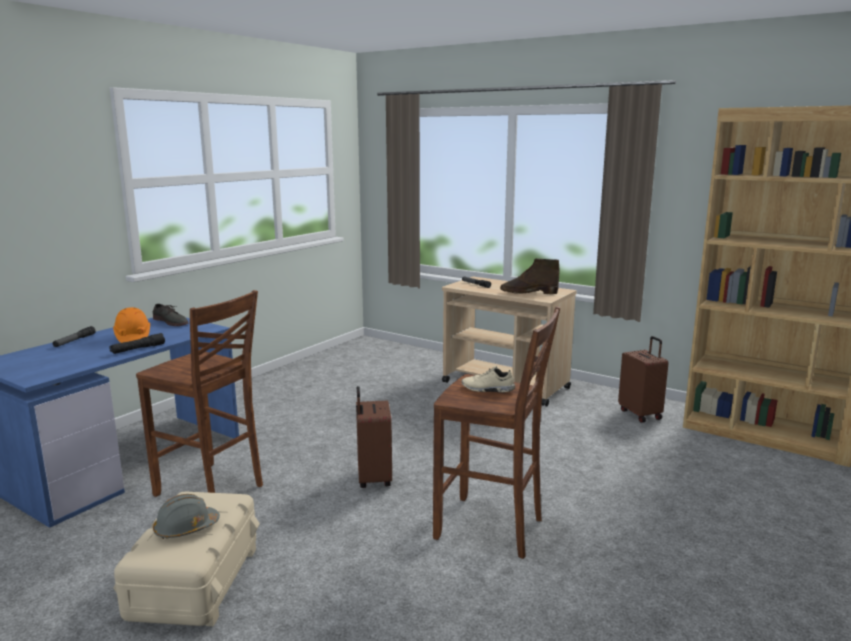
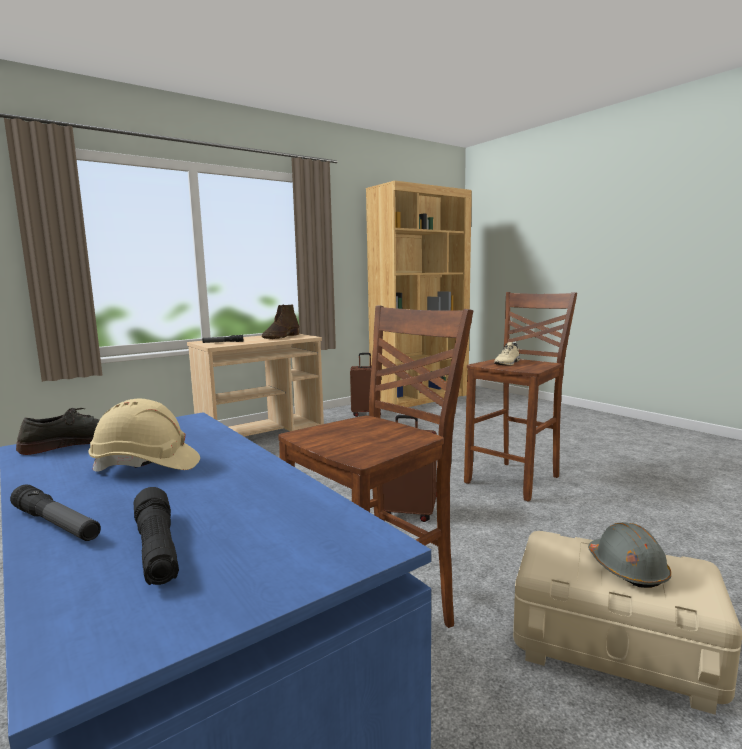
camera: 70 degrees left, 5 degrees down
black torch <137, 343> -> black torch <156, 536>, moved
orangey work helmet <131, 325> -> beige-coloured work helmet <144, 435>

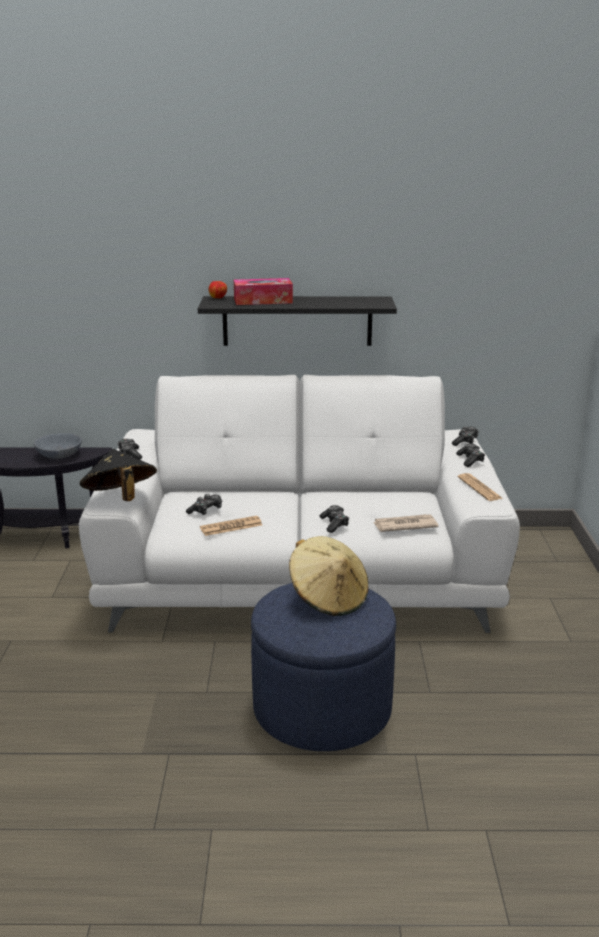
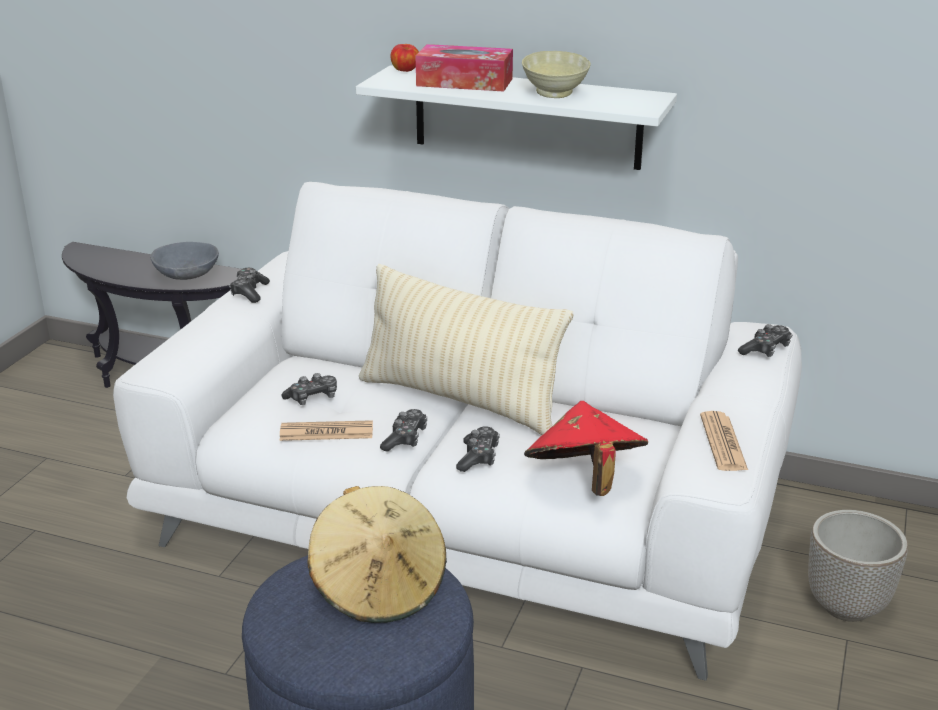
camera: 20 degrees right, 5 degrees up
black wearable hat <118, 475> -> none
none -> beige-coloured cushion <466, 349>
none -> beige-coloured deep dish <556, 74>
none -> planter <858, 566>
game controller <470, 455> -> game controller <403, 430>, moved
printed paper <406, 523> -> red-coloured wearable hat <586, 448>
black bracket shelf <297, 321> -> white bracket shelf <516, 117>

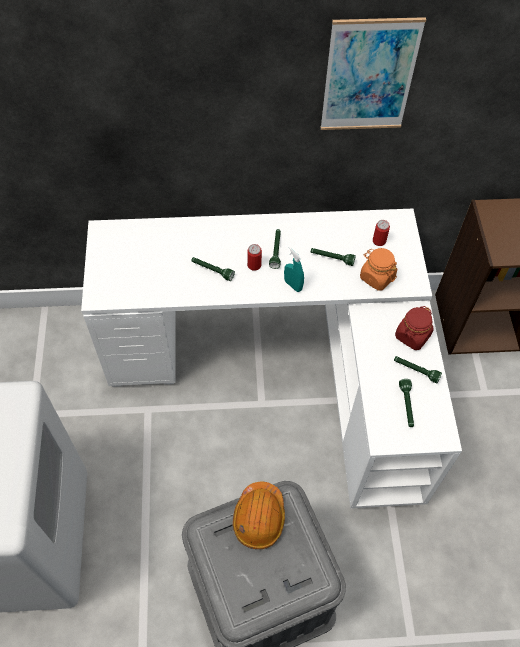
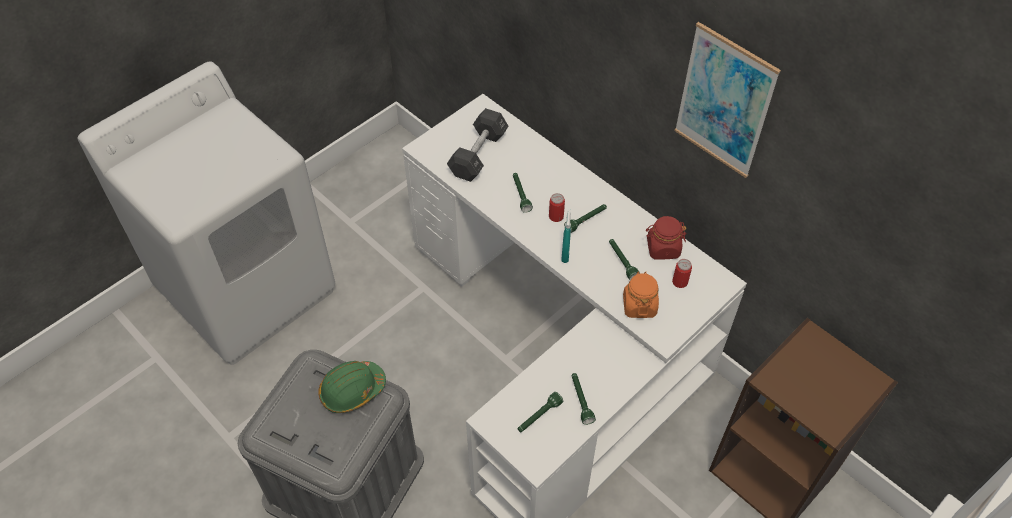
camera: 50 degrees right, 5 degrees down
none -> black hand weight <477, 145>
red-coloured jar <414, 328> -> red-coloured jar <666, 237>, moved
orangey work helmet <259, 515> -> green-coloured work helmet <352, 387>

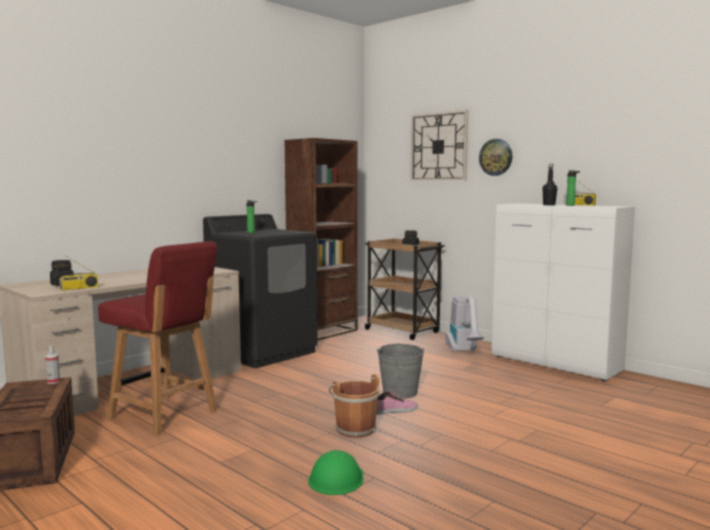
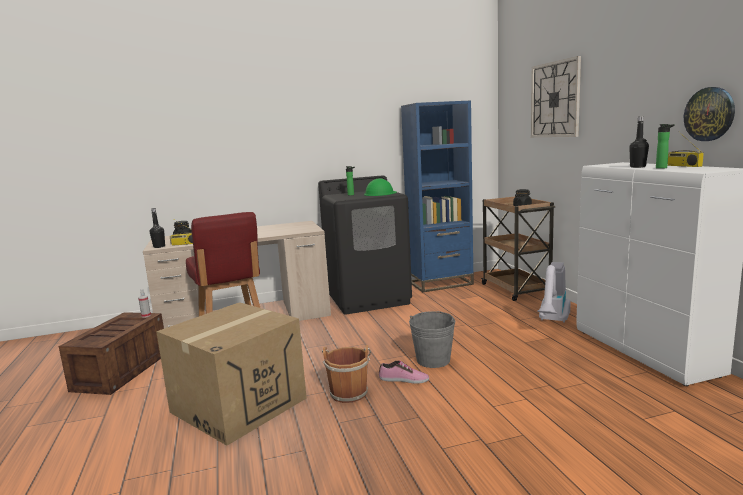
camera: 30 degrees right, 5 degrees up
none -> black drink bottle <157, 228>
none -> cardboard box <231, 374>
green-coloured work helmet <336, 472> -> green-coloured work helmet <380, 187>, moved
clock on the wall <495, 157> -> clock on the wall <709, 114>, moved
brown bookcase <321, 239> -> bluish bookcase <437, 196>

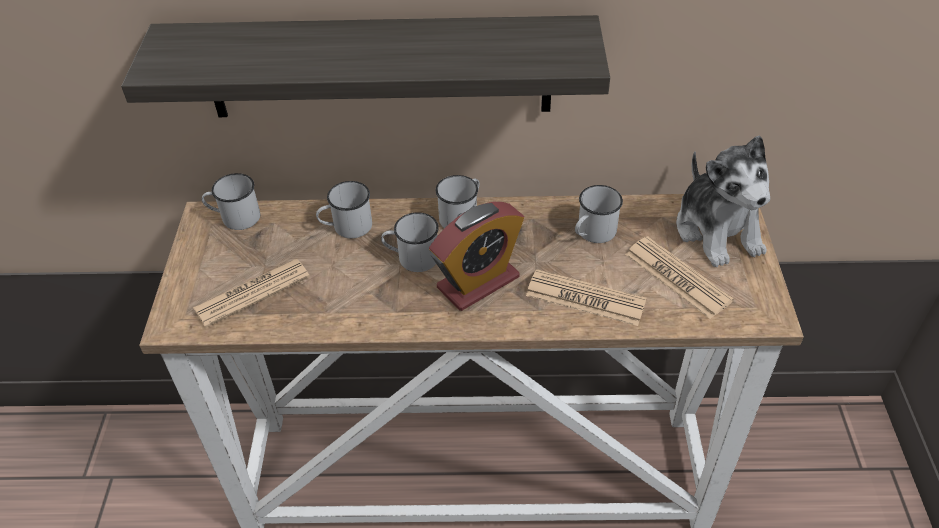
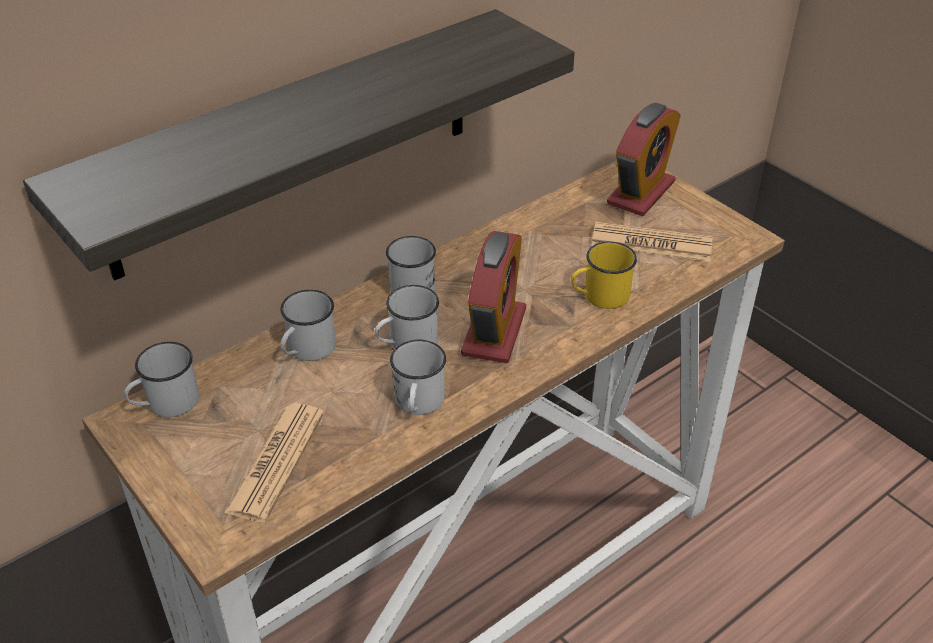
camera: 40 degrees left, 5 degrees down
white coffee mug <599, 214> -> white coffee mug <418, 377>, moved
printed paper <586, 297> -> yellow-coloured coffee mug <604, 275>
soft toy <723, 201> -> bedside clock <644, 159>

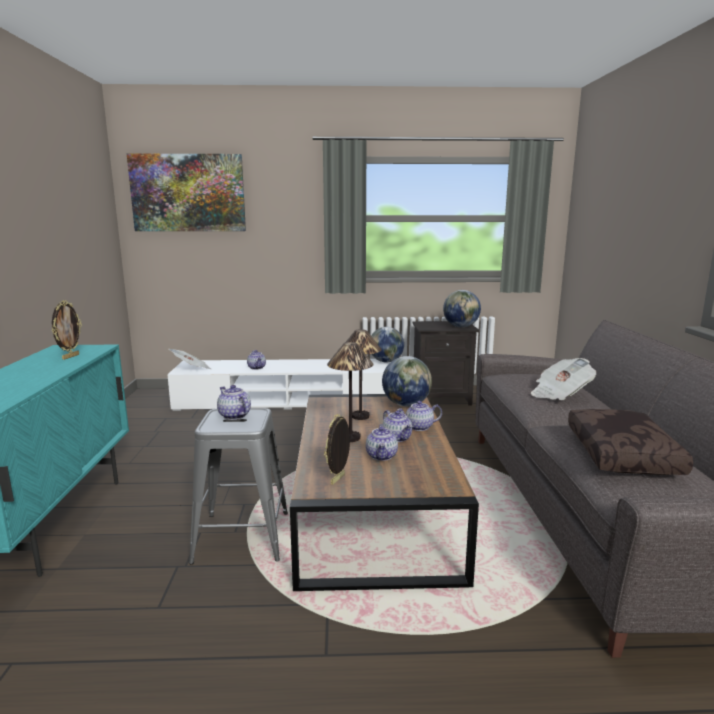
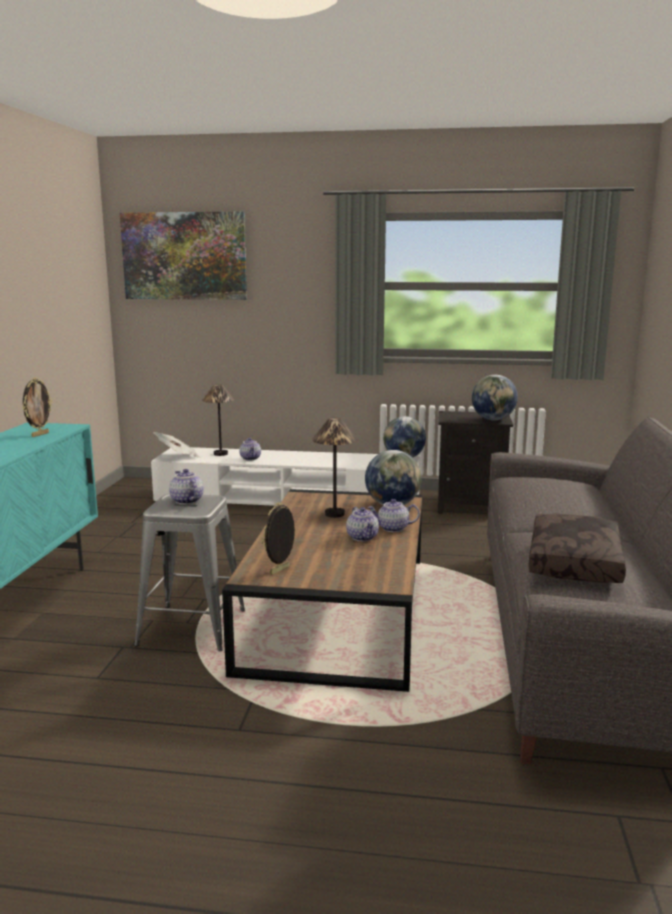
camera: 10 degrees right, 0 degrees up
teapot <382, 442> -> none
printed paper <563, 379> -> none
lamp for a table <350, 392> -> lamp for a table <218, 420>, moved

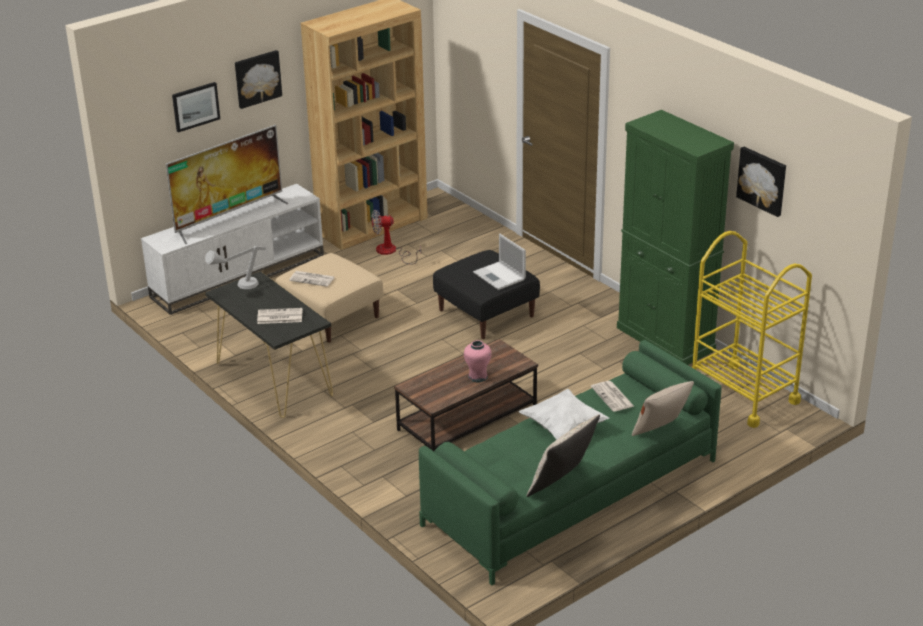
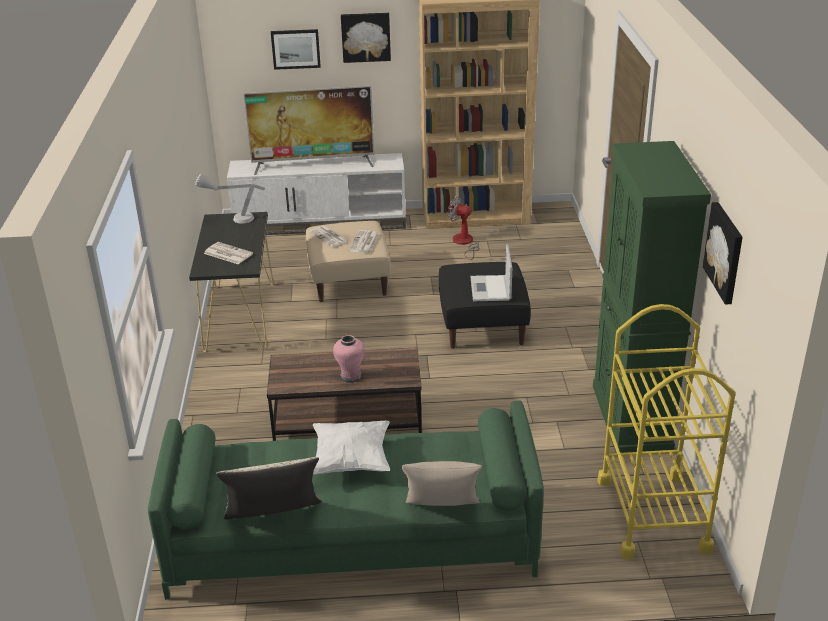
camera: 35 degrees right, 0 degrees up
printed paper <613, 396> -> printed paper <364, 241>, moved

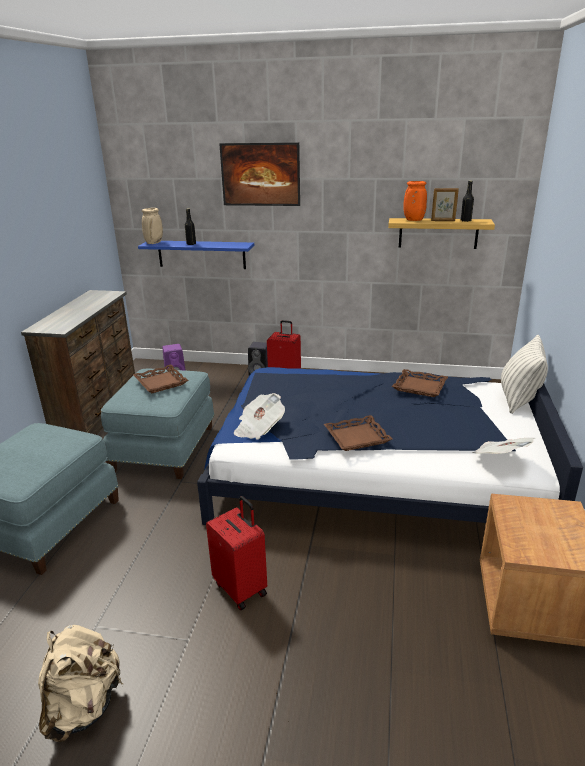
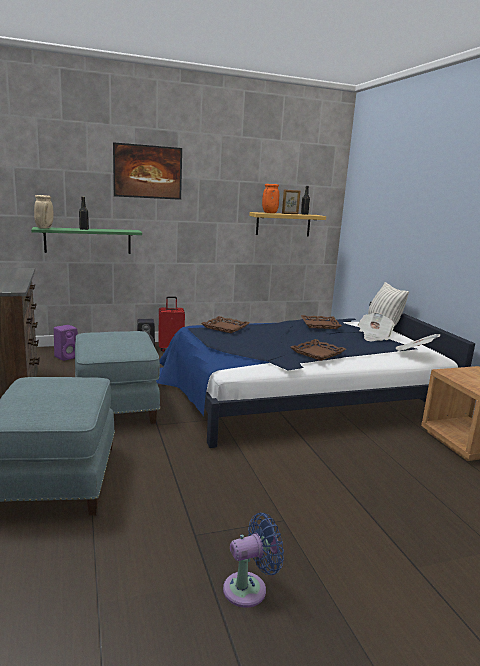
camera: 30 degrees left, 10 degrees down
red-coloured piece of luggage <236, 553> -> none
brown serving tray <160, 378> -> brown serving tray <225, 324>, moved
printed paper <259, 416> -> printed paper <376, 326>, moved
beige-coloured backpack <80, 683> -> bluish fan <253, 560>
bluish bracket shelf <196, 255> -> green-coloured bracket shelf <86, 240>

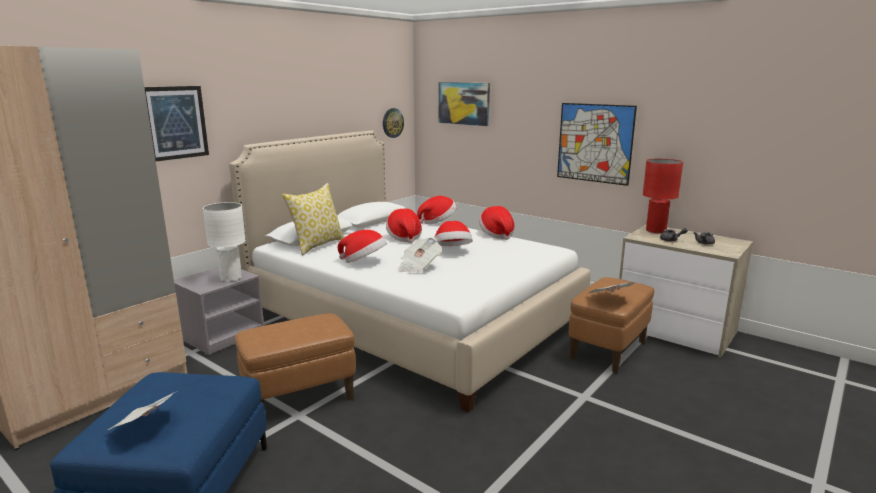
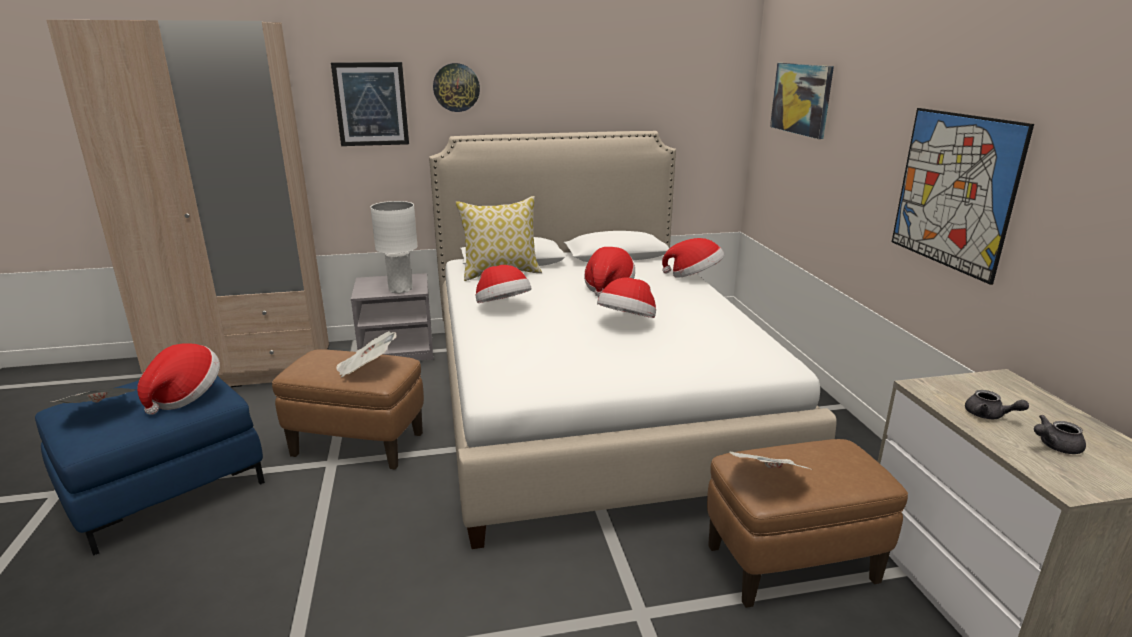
camera: 40 degrees right, 5 degrees up
red-coloured lamp for a table <663, 196> -> none
clock on the wall <393, 123> -> clock on the wall <456, 87>, moved
printed paper <420, 254> -> printed paper <366, 354>, moved
wearable hat <497, 223> -> wearable hat <178, 379>, moved

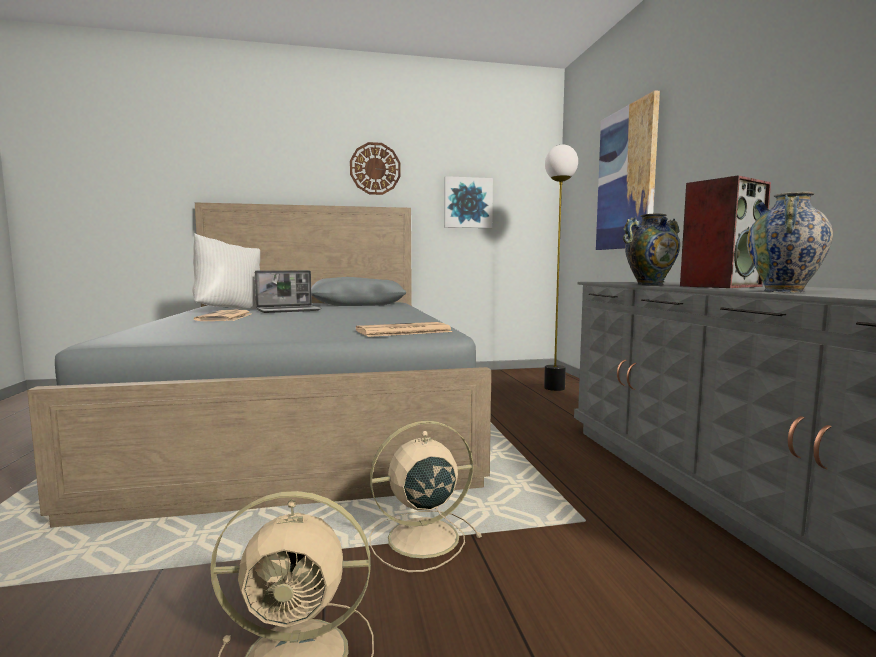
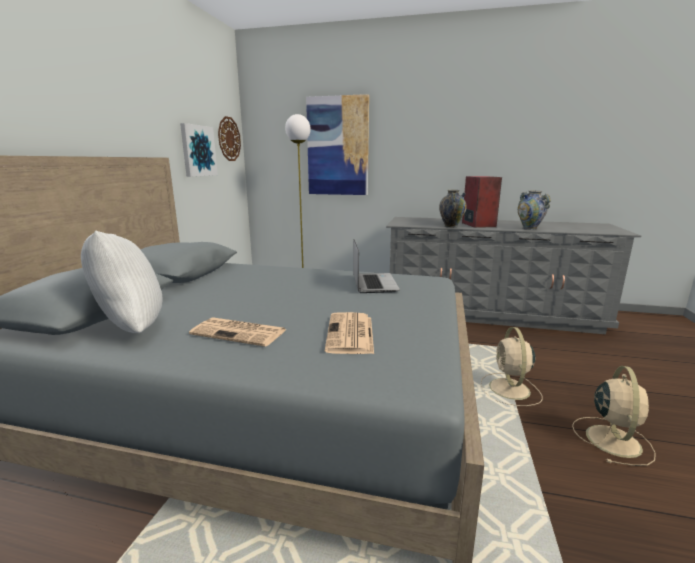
camera: 65 degrees left, 10 degrees up
notebook computer <288, 291> -> notebook computer <376, 266>, moved
clock on the wall <375, 168> -> clock on the wall <229, 138>, moved
printed paper <404, 329> -> printed paper <349, 333>, moved

